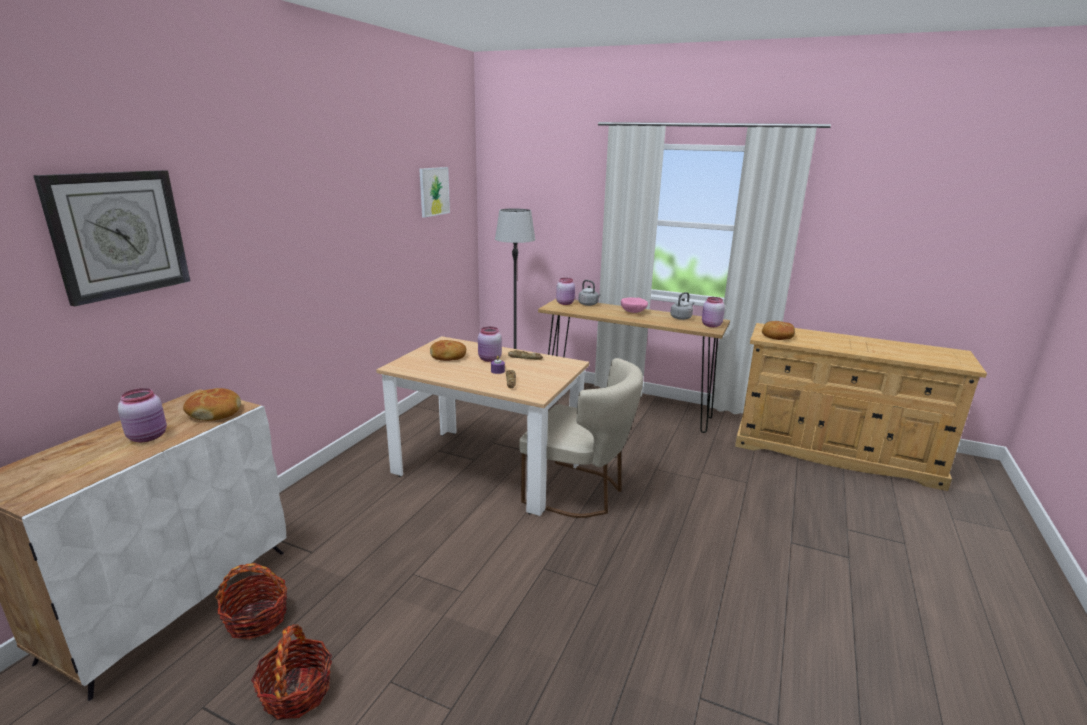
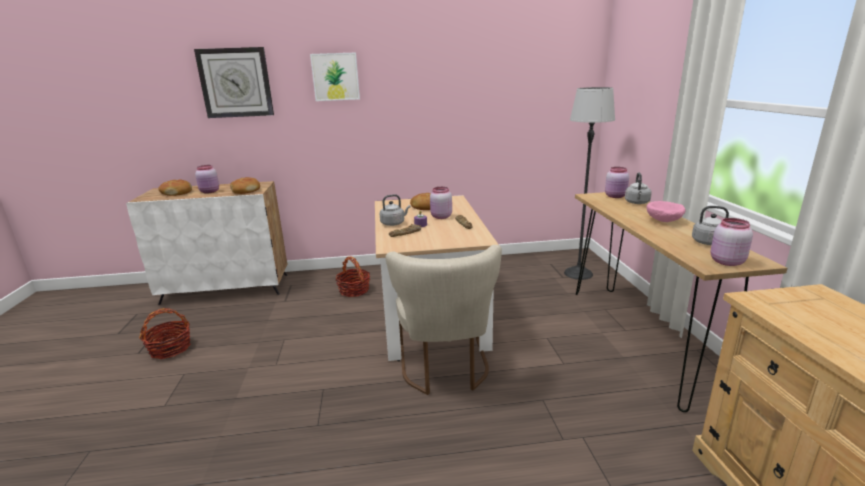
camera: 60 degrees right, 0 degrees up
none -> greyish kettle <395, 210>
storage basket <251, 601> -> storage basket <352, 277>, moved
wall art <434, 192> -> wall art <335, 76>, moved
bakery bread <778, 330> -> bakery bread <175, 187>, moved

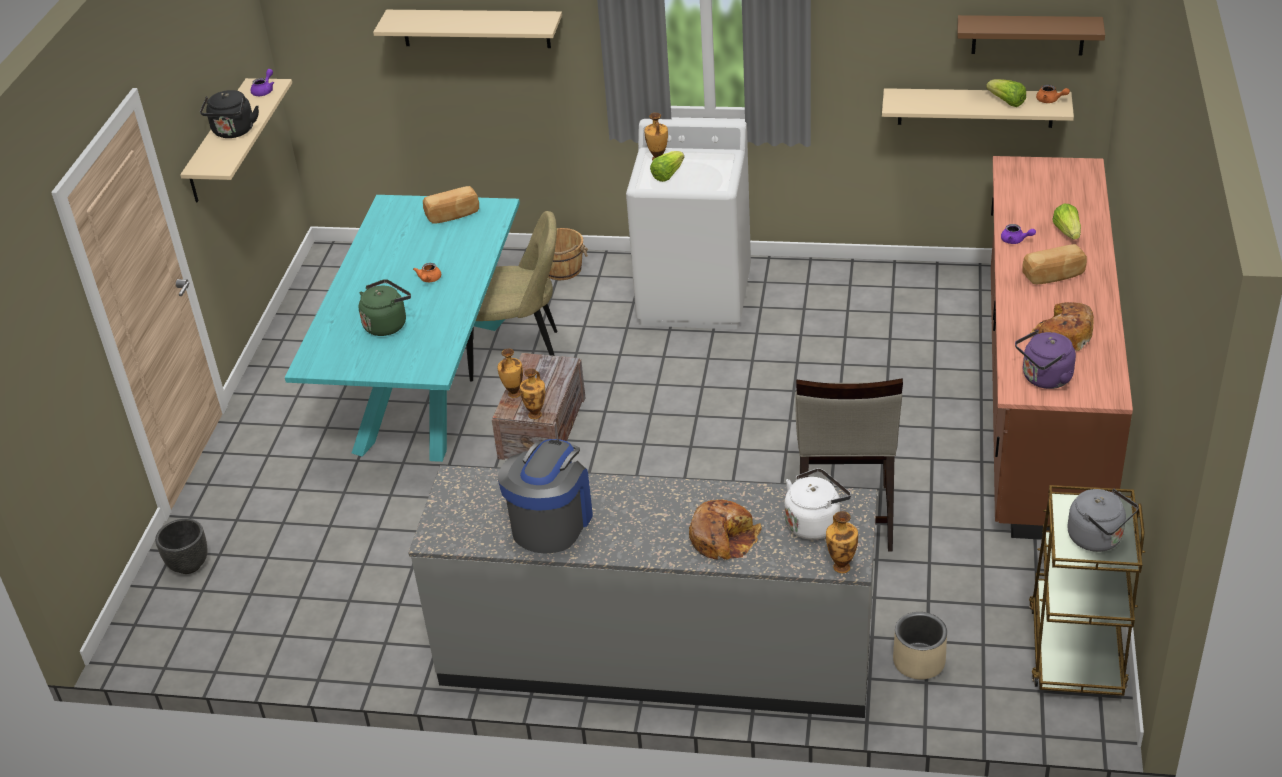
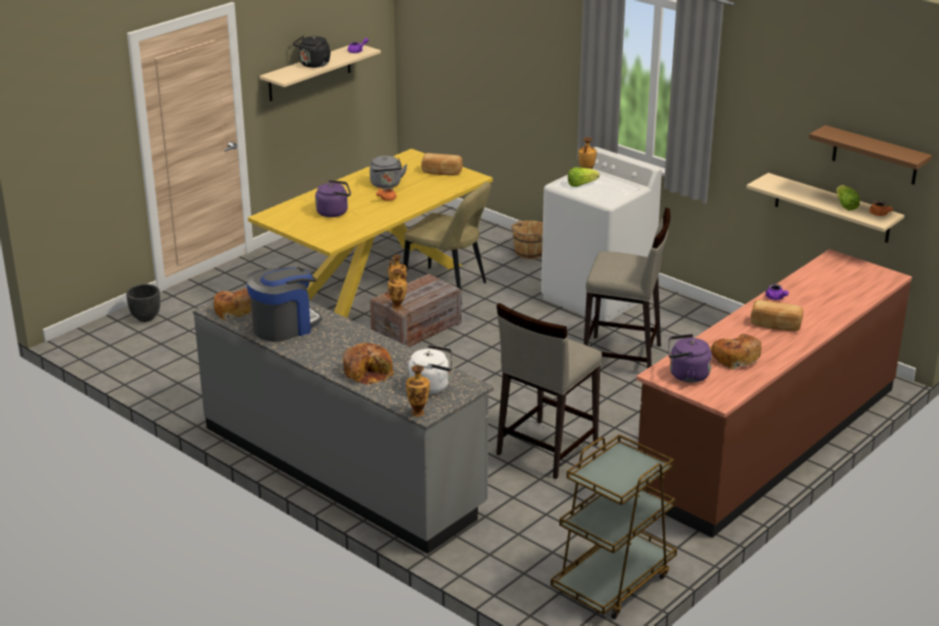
camera: 30 degrees right, 10 degrees down
beige-coloured bracket shelf <467, 29> -> none
beige-coloured planter <920, 646> -> none
lettuce head <1066, 221> -> none
none -> bakery bread <232, 304>
none -> beige-coloured sitting stool <627, 288>
greyish kettle <1103, 520> -> greyish kettle <388, 172>, moved
turquoise dinner table <402, 328> -> yellow-coloured dinner table <370, 233>
green-coloured kettle <384, 307> -> purple kettle <333, 198>

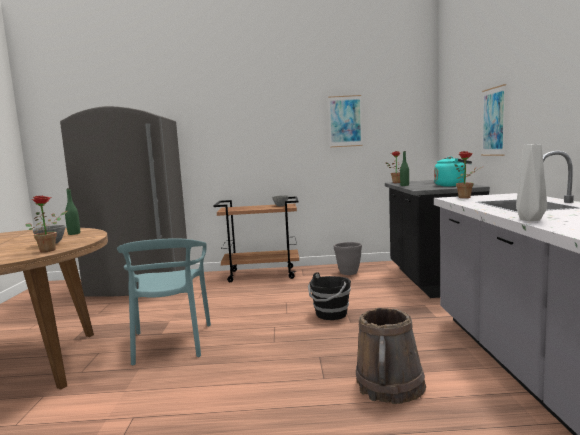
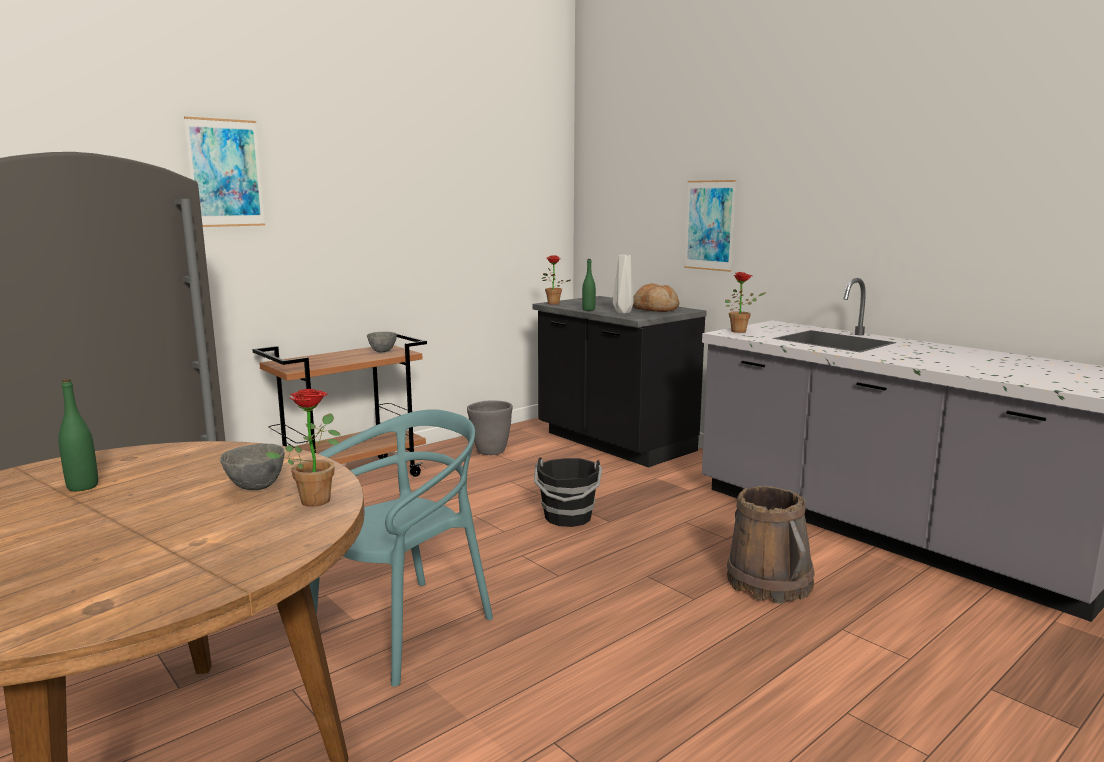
camera: 40 degrees left, 5 degrees up
green-coloured drink bottle <72, 211> -> green-coloured drink bottle <78, 435>, moved
wall art <345, 121> -> wall art <224, 171>, moved
greyish flower vase <531, 182> -> greyish flower vase <623, 284>, moved
turquoise kettle <453, 171> -> bakery bread <656, 297>
turquoise chair <164, 301> -> turquoise chair <401, 548>, 90 degrees counterclockwise

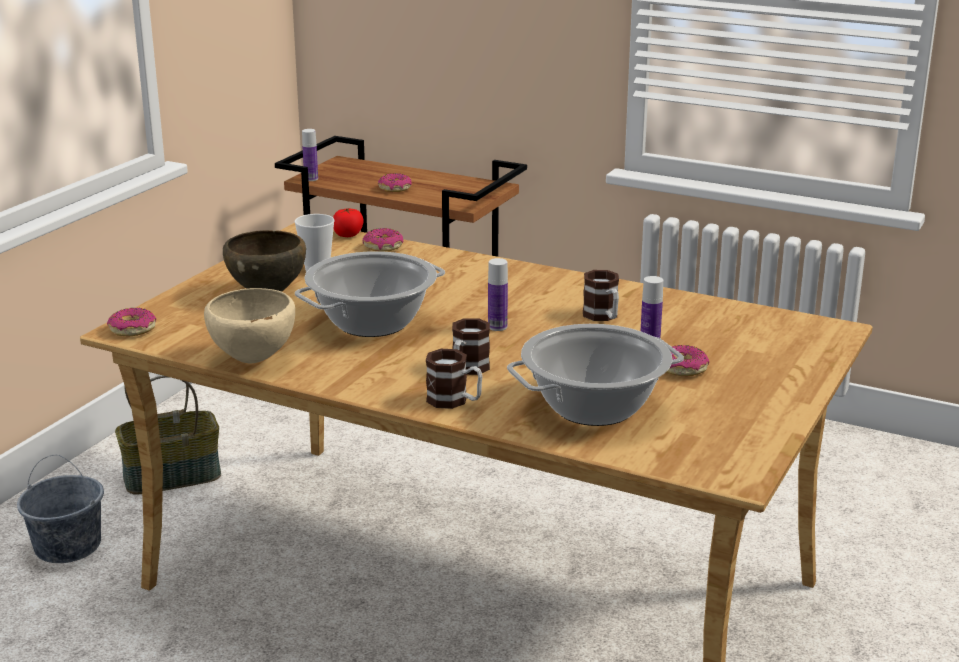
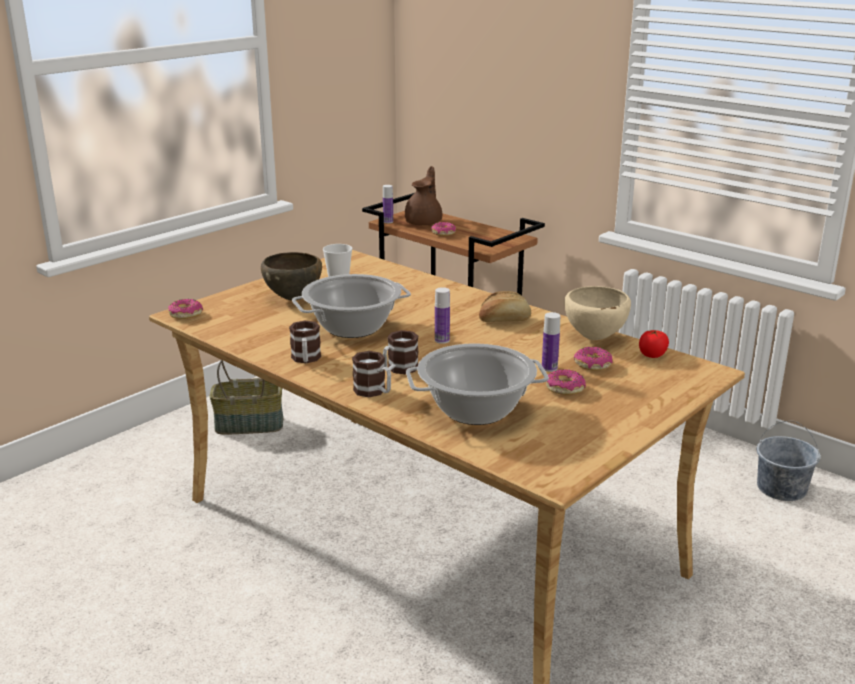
camera: 15 degrees right, 0 degrees up
none -> brown teapot <423, 195>
none -> bakery bread <505, 306>
greyish bucket <60, 508> -> greyish bucket <788, 461>, moved
beige-coloured deep dish <249, 325> -> beige-coloured deep dish <597, 313>, moved
whole tomato <348, 222> -> whole tomato <654, 344>, moved
donut <383, 240> -> donut <593, 359>, moved
coffee mug <601, 295> -> coffee mug <305, 342>, moved

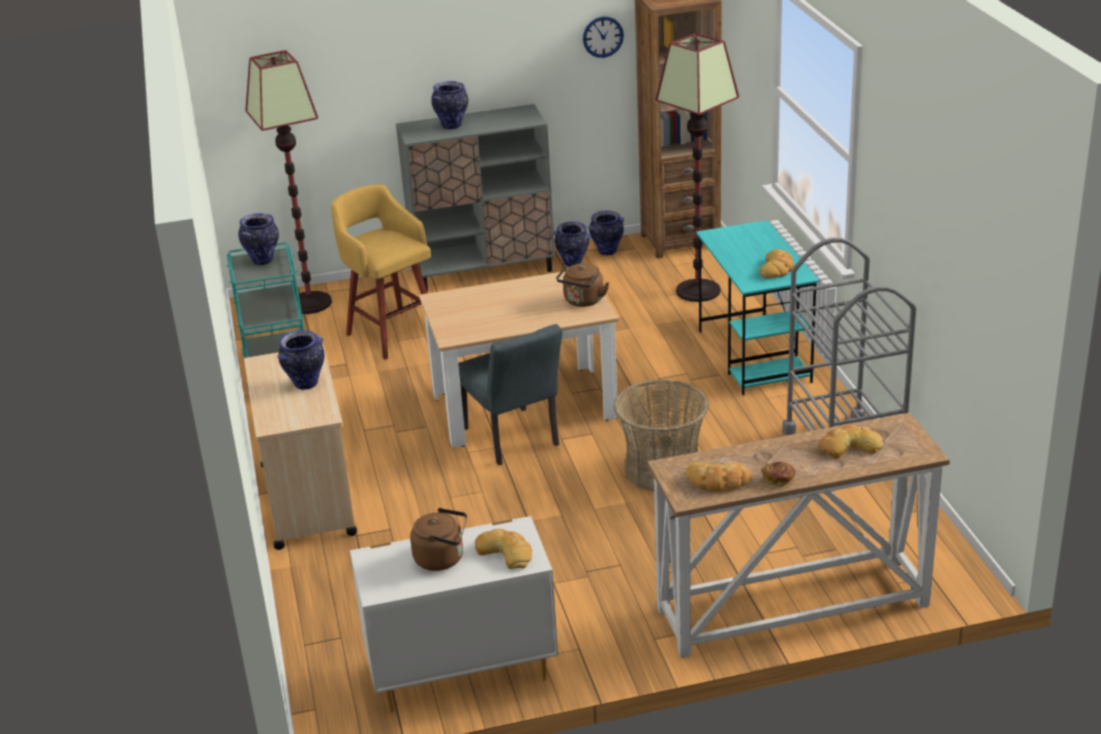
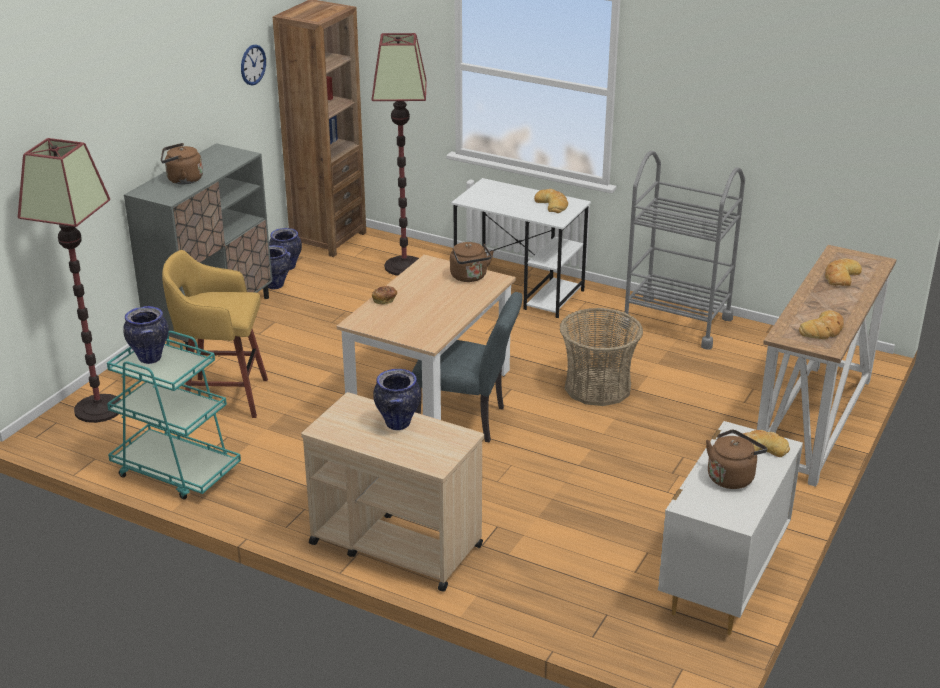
camera: 50 degrees left, 0 degrees up
bakery bread <779, 474> -> bakery bread <384, 295>, moved
flower vase <449, 105> -> brown kettle <182, 164>
turquoise desk <757, 307> -> white desk <521, 248>

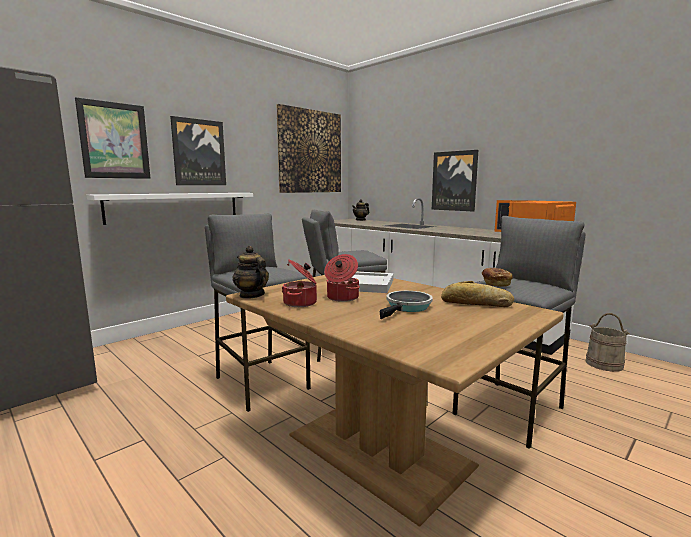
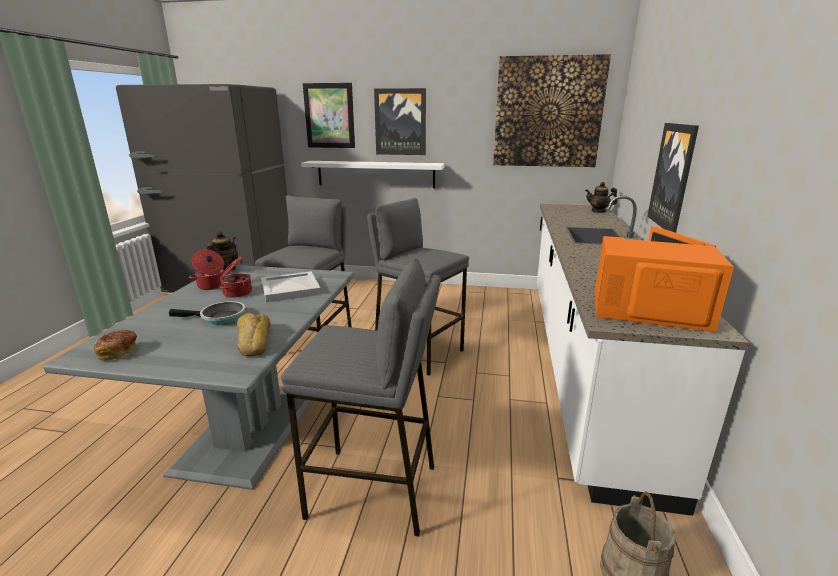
camera: 55 degrees right, 10 degrees up
bakery bread <497, 277> -> bakery bread <115, 345>, moved
brown dinner table <395, 399> -> greyish dinner table <198, 377>

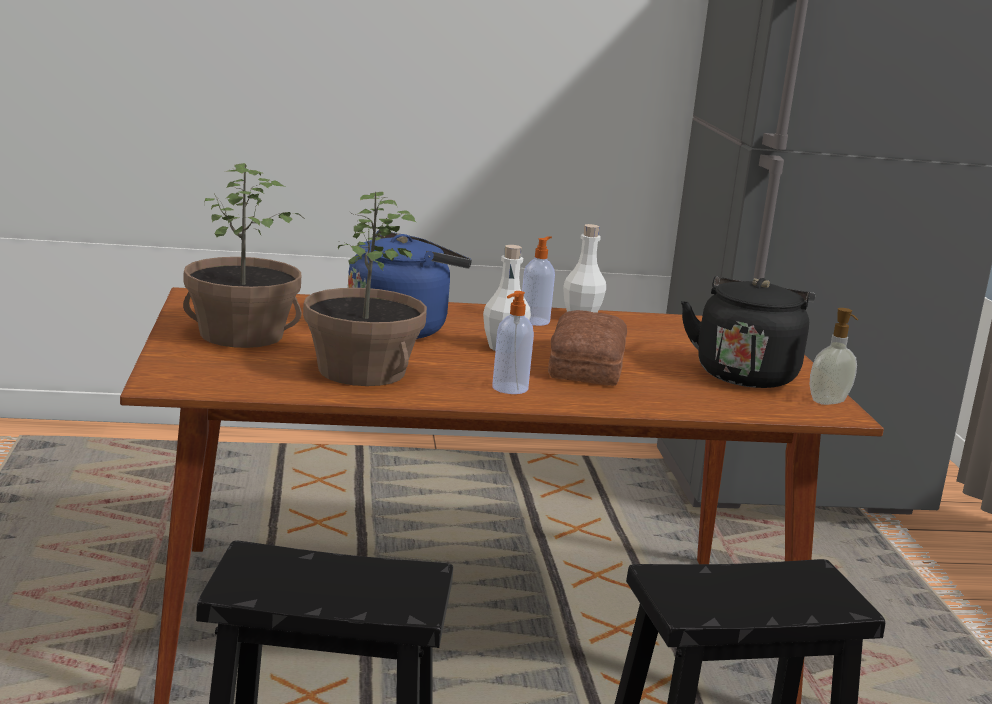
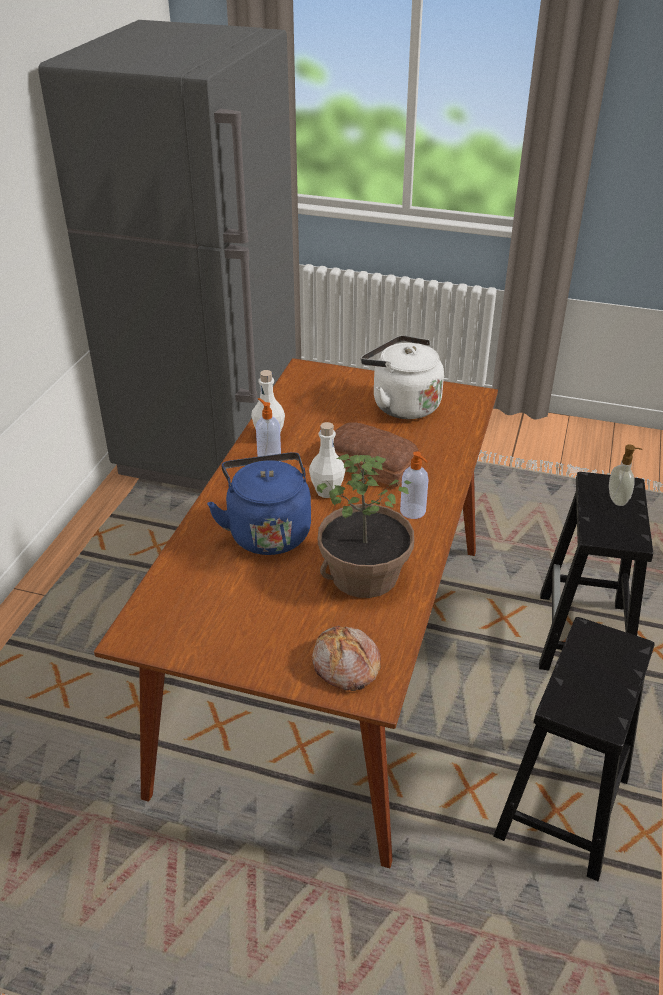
camera: 65 degrees left, 20 degrees up
houseplant <242, 255> -> none
none -> bakery bread <346, 658>
liquid soap bottle <833, 356> -> liquid soap bottle <625, 475>, moved
black kettle <748, 332> -> white kettle <402, 377>

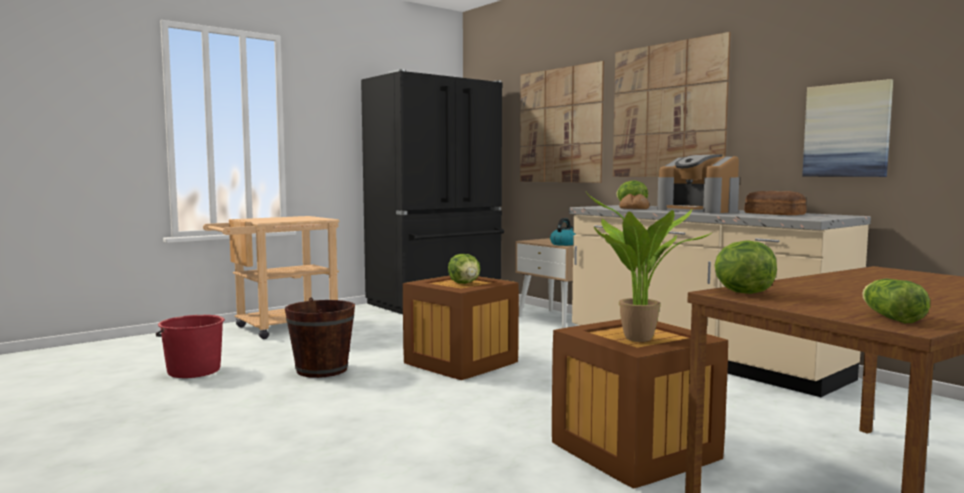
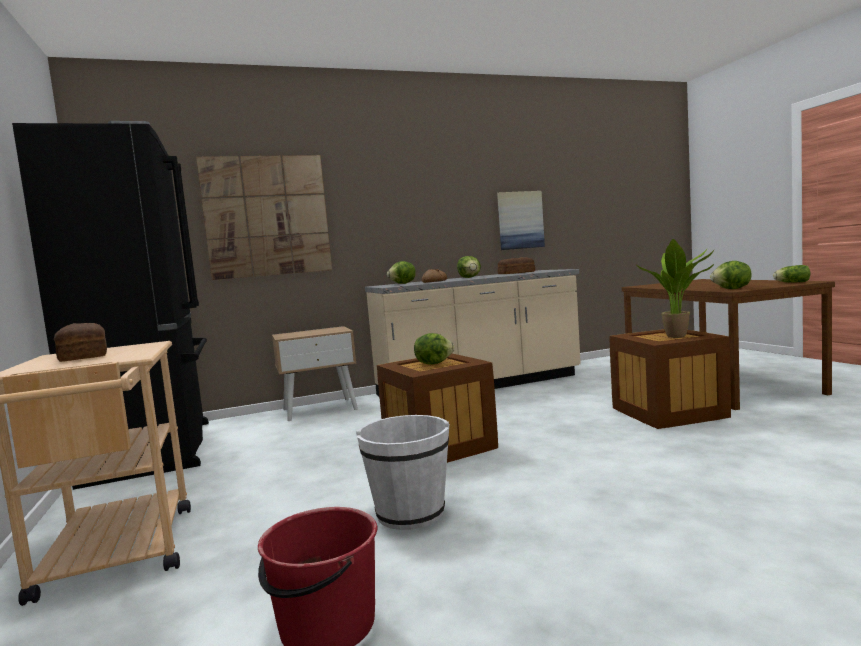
camera: 70 degrees left, 0 degrees up
kettle <563, 232> -> none
wall art <671, 104> -> none
none -> bakery bread <80, 342>
coffee maker <698, 183> -> lettuce head <469, 267>
brown bucket <320, 338> -> white bucket <402, 472>

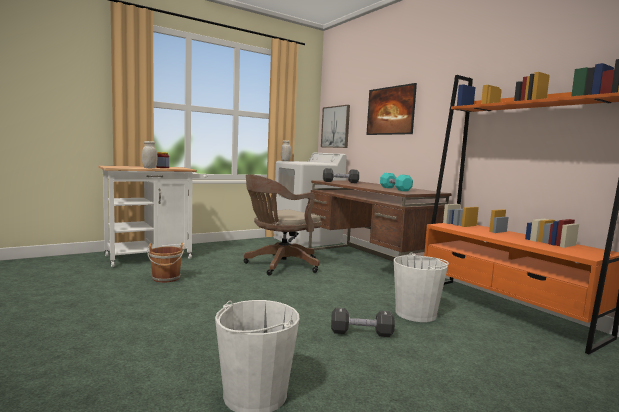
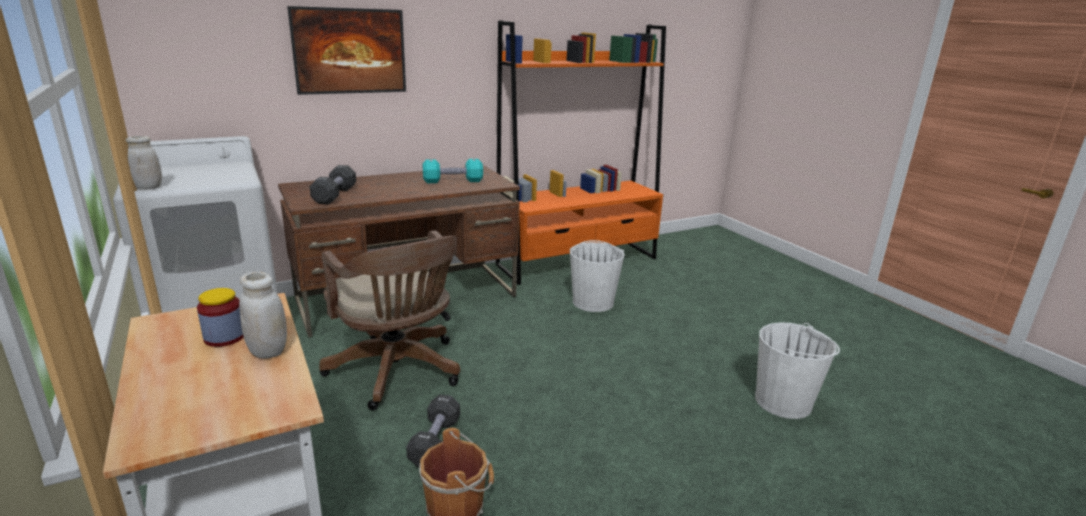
camera: 85 degrees left, 15 degrees up
wall art <335, 126> -> none
black hand weight <363, 322> -> black hand weight <433, 431>, moved

